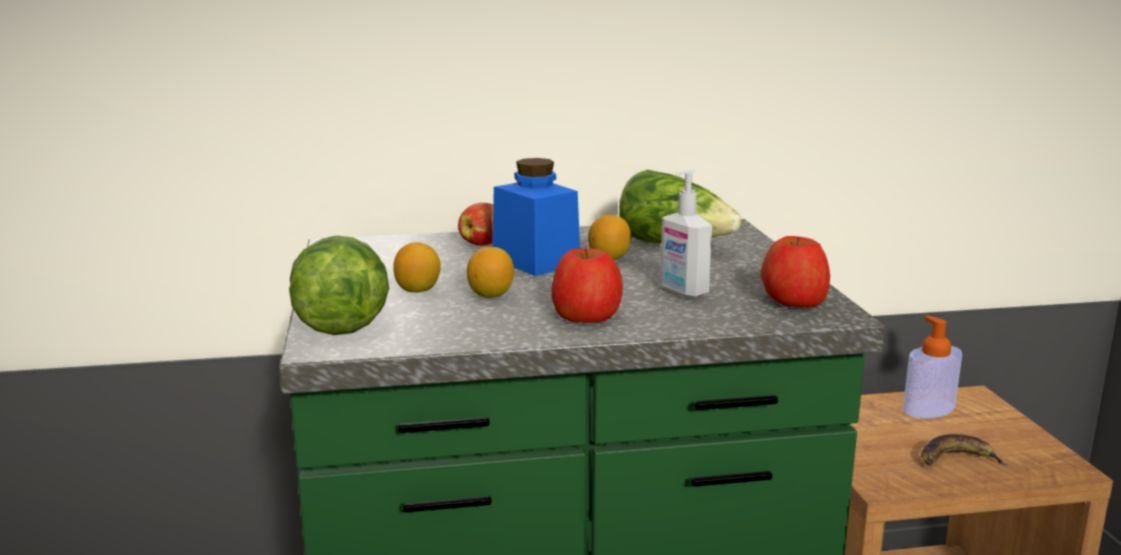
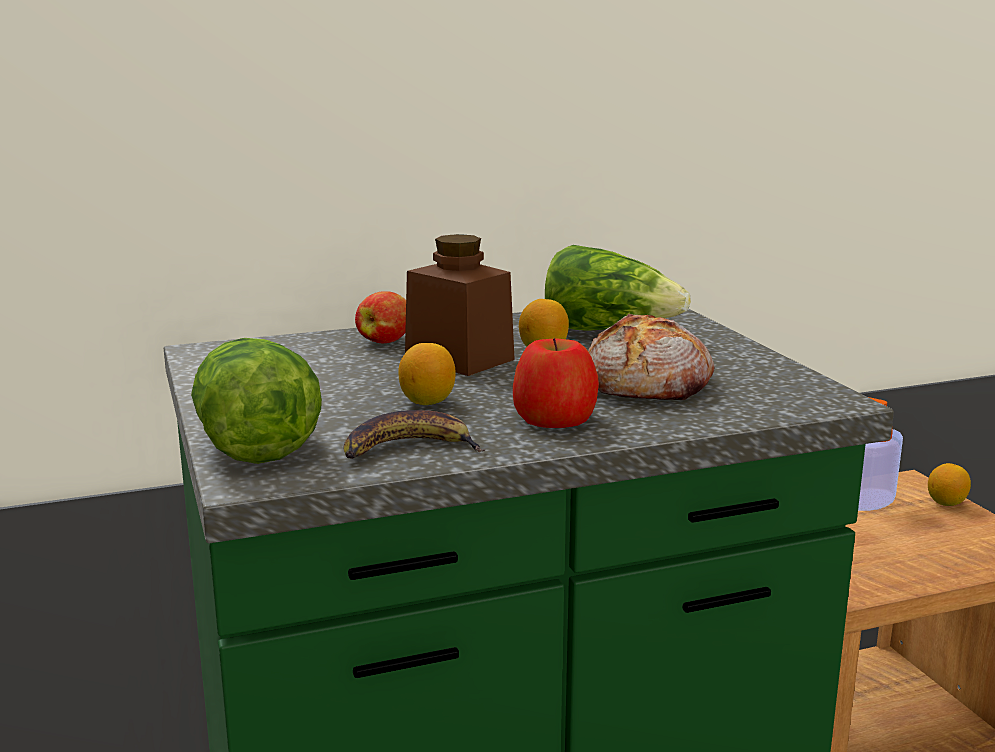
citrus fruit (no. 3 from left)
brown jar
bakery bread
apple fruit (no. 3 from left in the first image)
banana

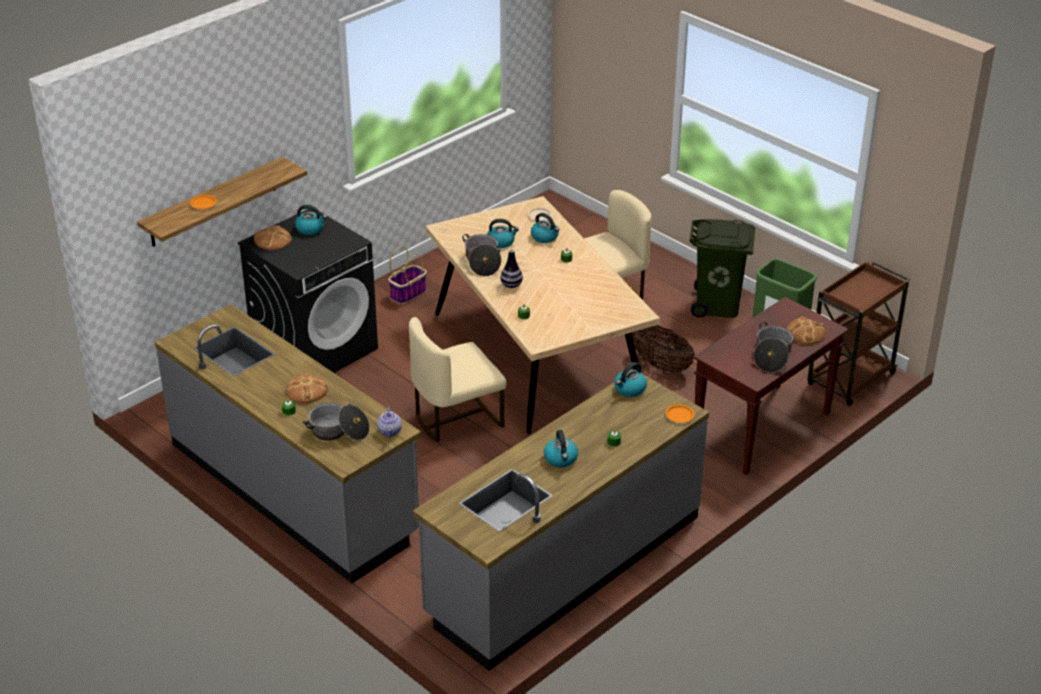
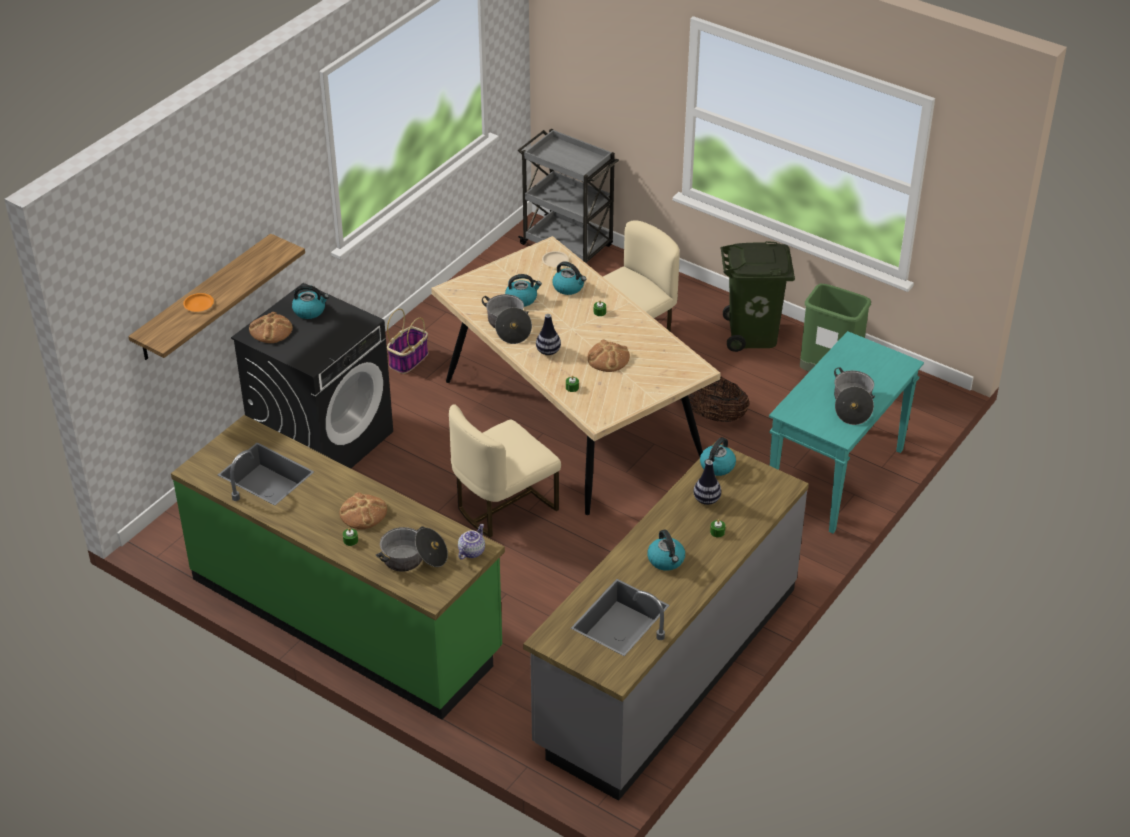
green-coloured kitchen base unit
pot for tea
orange dinner plate (no. 2 from left in the first image)
blue-green console table
bakery bread (no. 3 from left)
brown cart
grey cart
decorative vase (no. 2 from left)

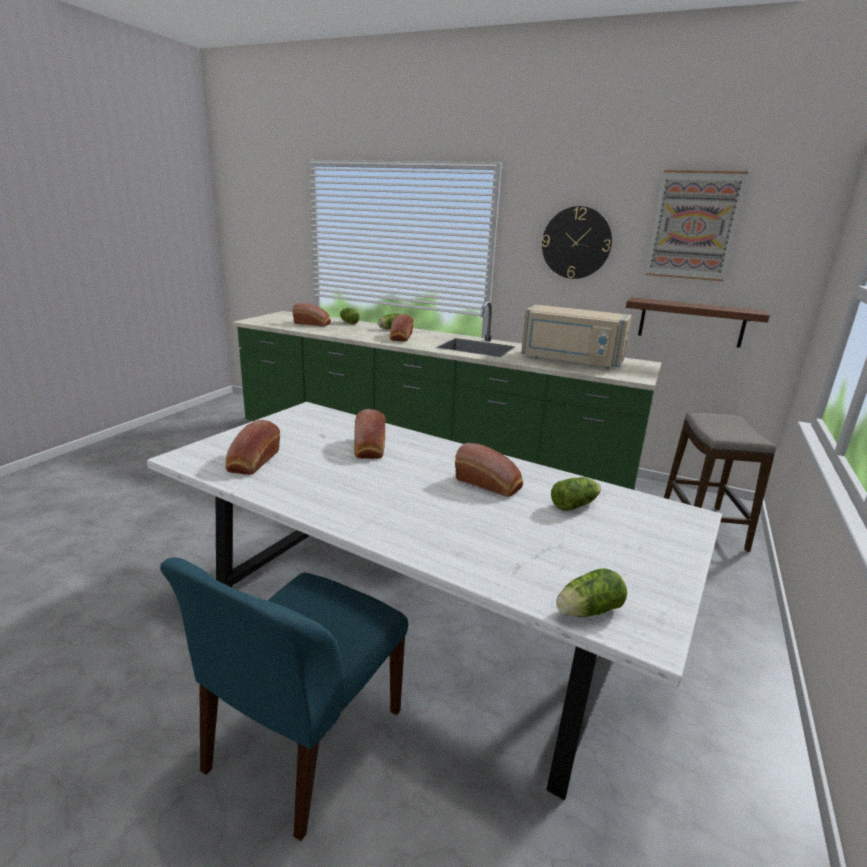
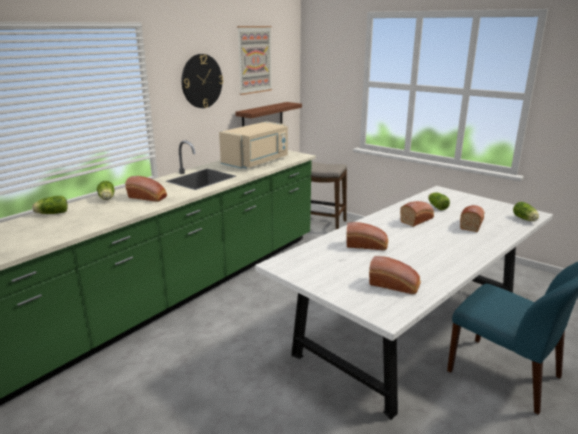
bakery bread (no. 5 from left)

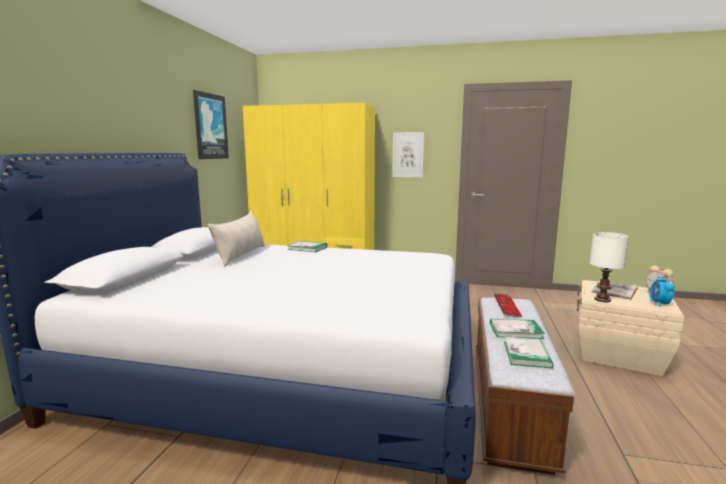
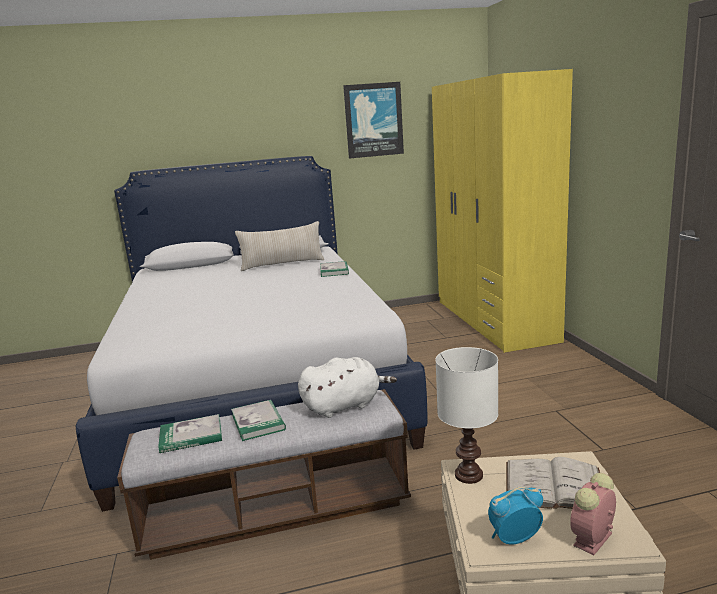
wall art (no. 2 from left in the first image)
white cuddly toy

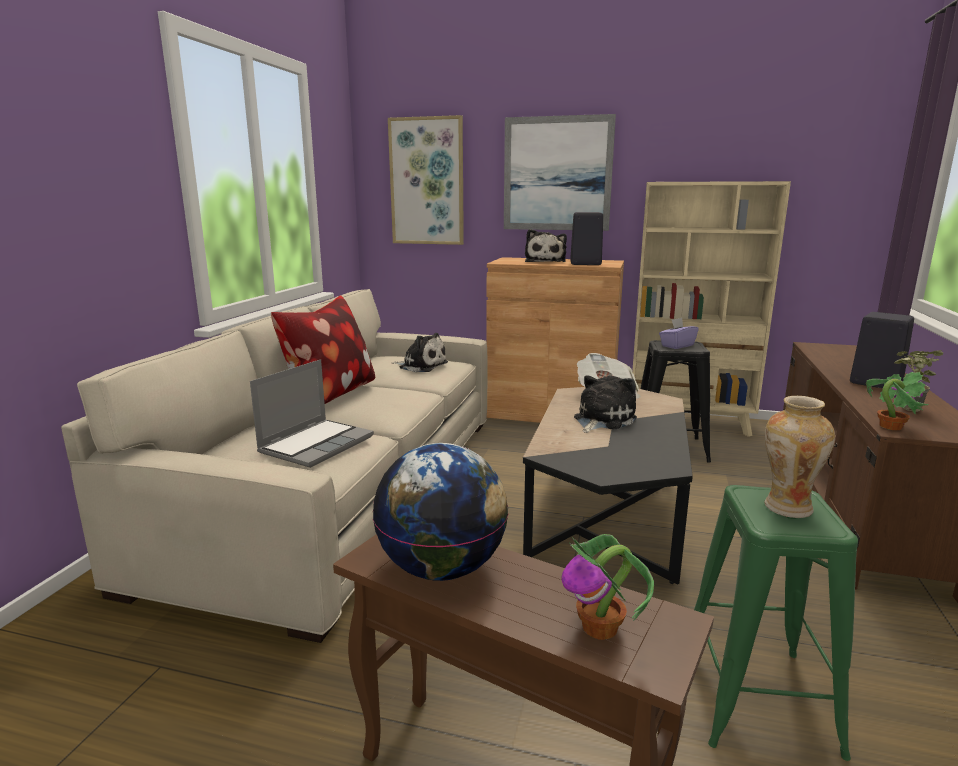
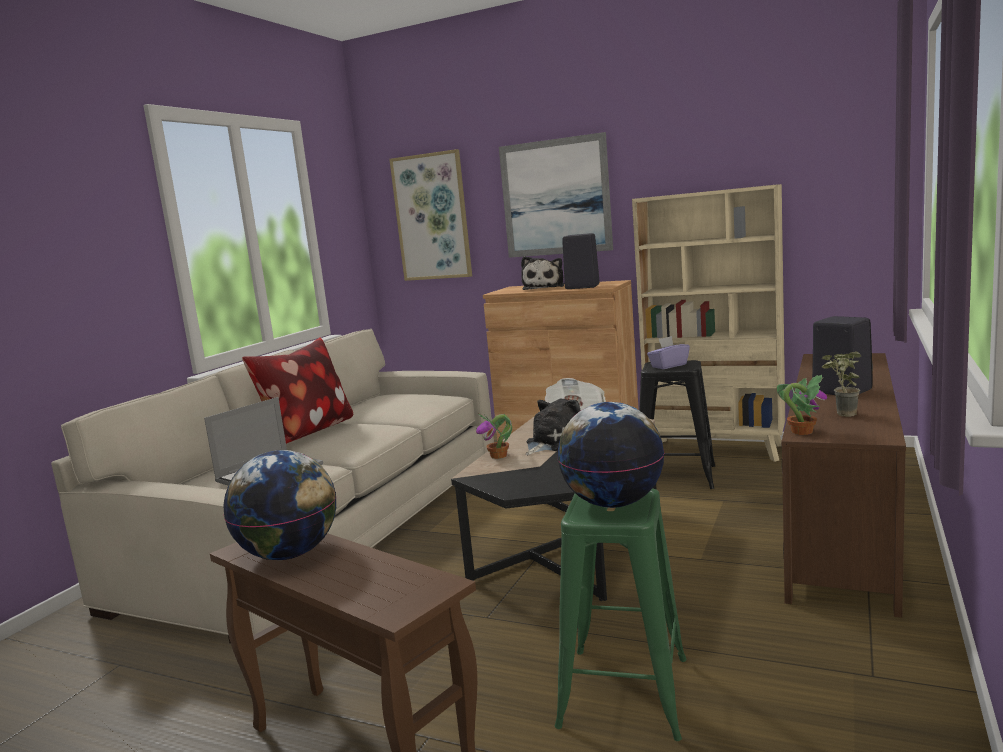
cuddly toy (no. 1 from left in the first image)
potted plant (no. 1 from left)
desk globe (no. 2 from left)

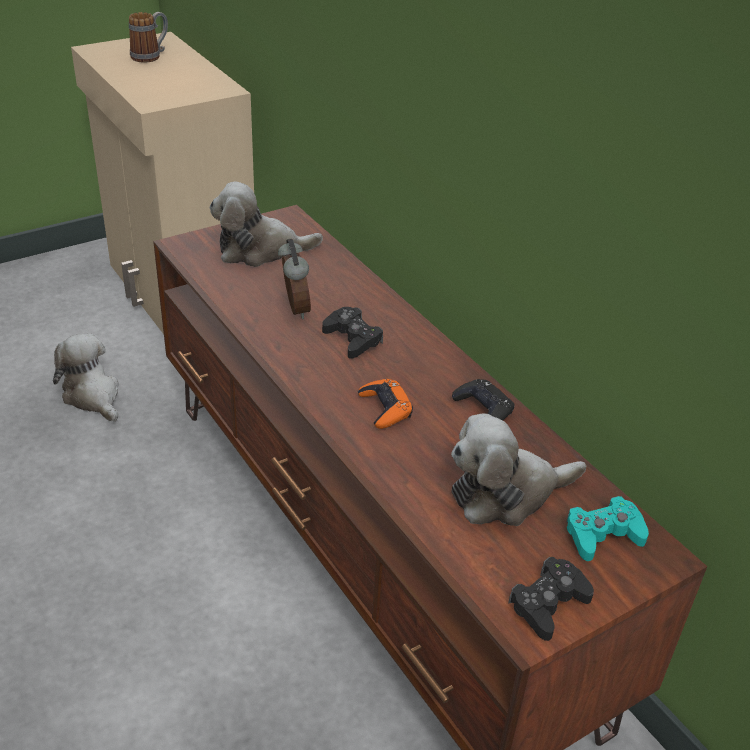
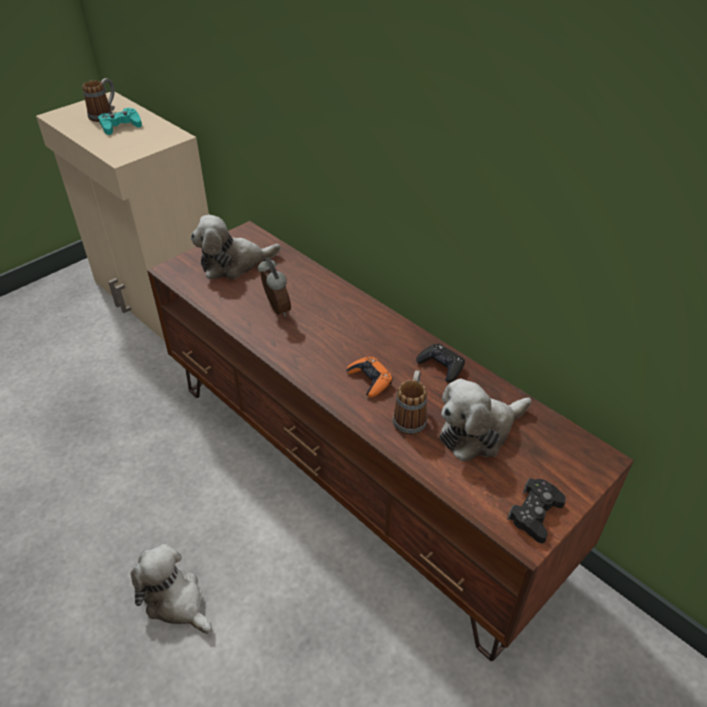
cuddly toy (no. 1 from left)
black-coloured gamepad (no. 1 from left in the first image)
blue-green gamepad
tea mug (no. 2 from left)

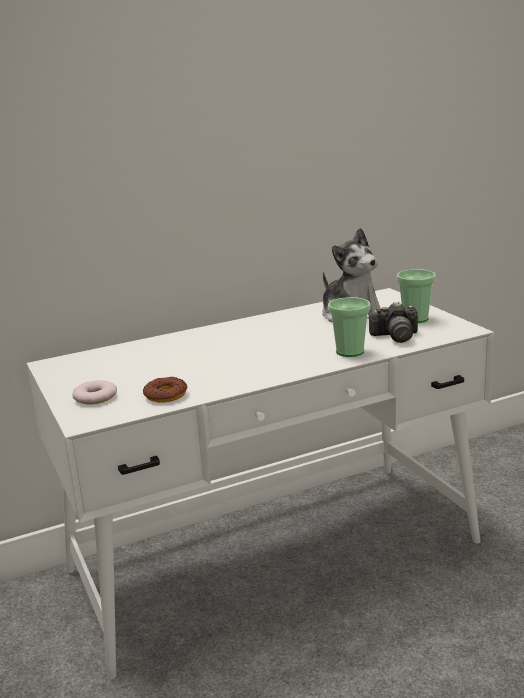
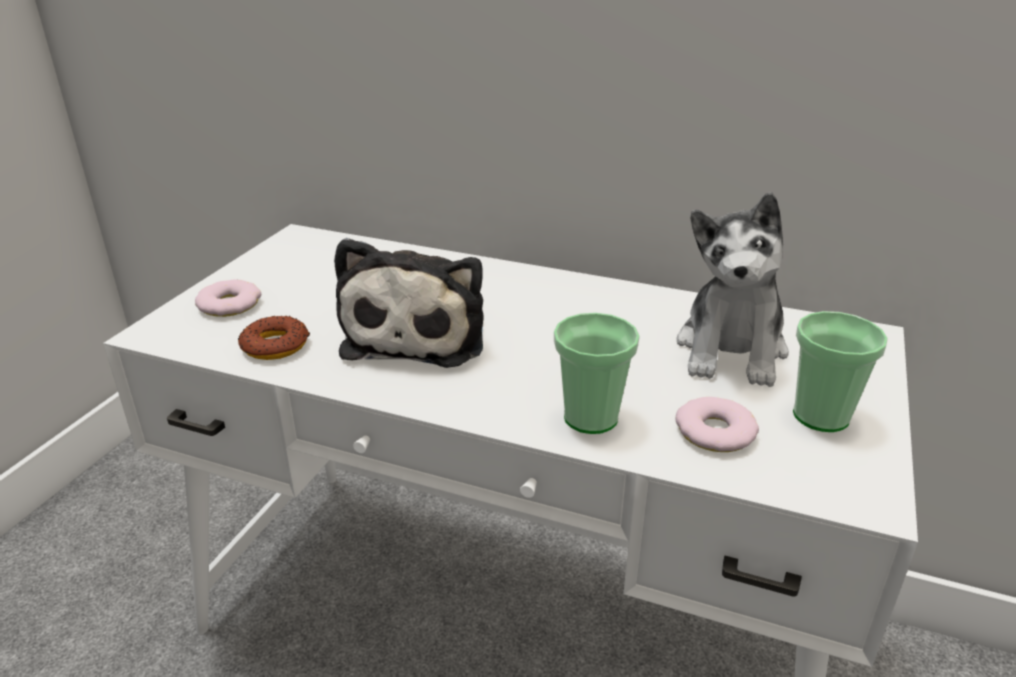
doughnut (no. 3 from left)
cuddly toy (no. 1 from left)

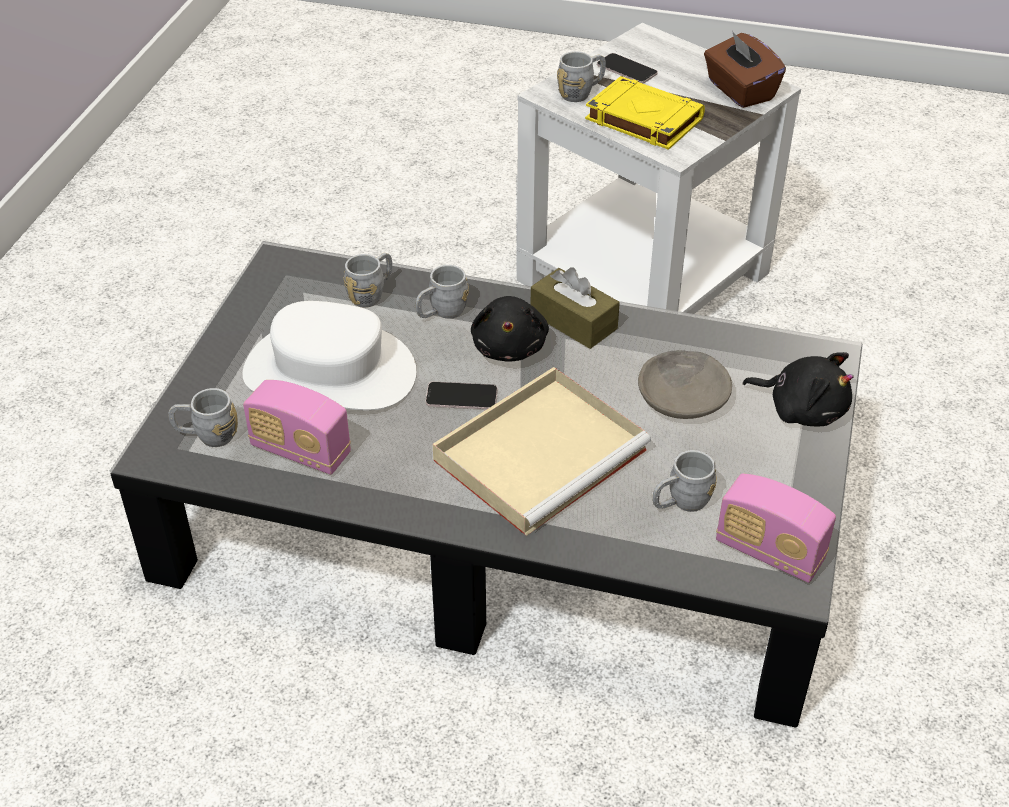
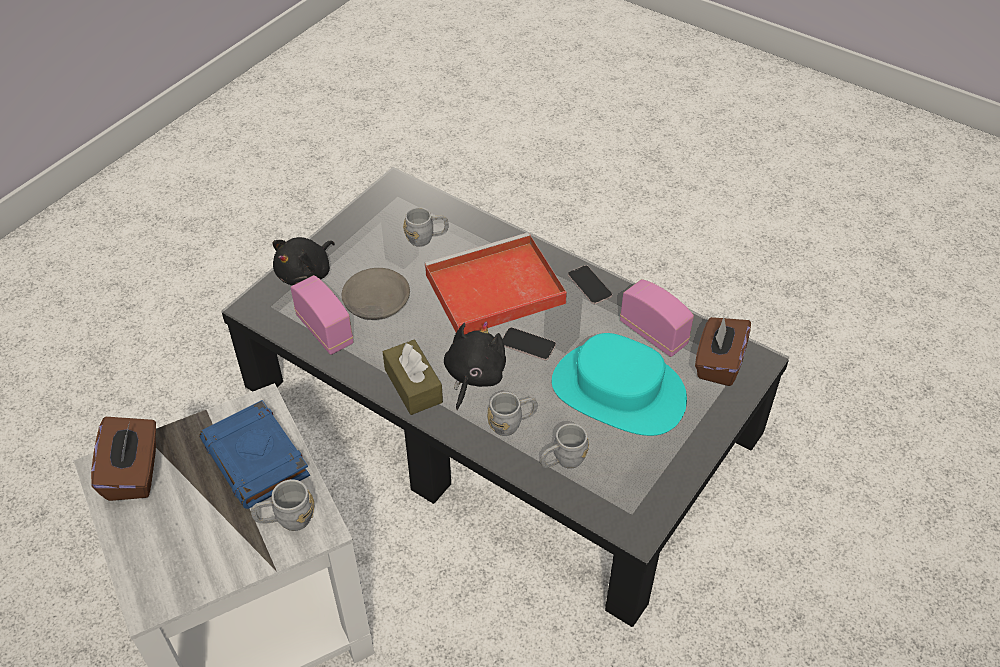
brown tissue holder (no. 3 from left)
blue-green wearable hat
red-coloured serving tray
bluish volume
handset (no. 2 from left)
radio (no. 1 from left)
black-coloured cuddly toy (no. 1 from left)

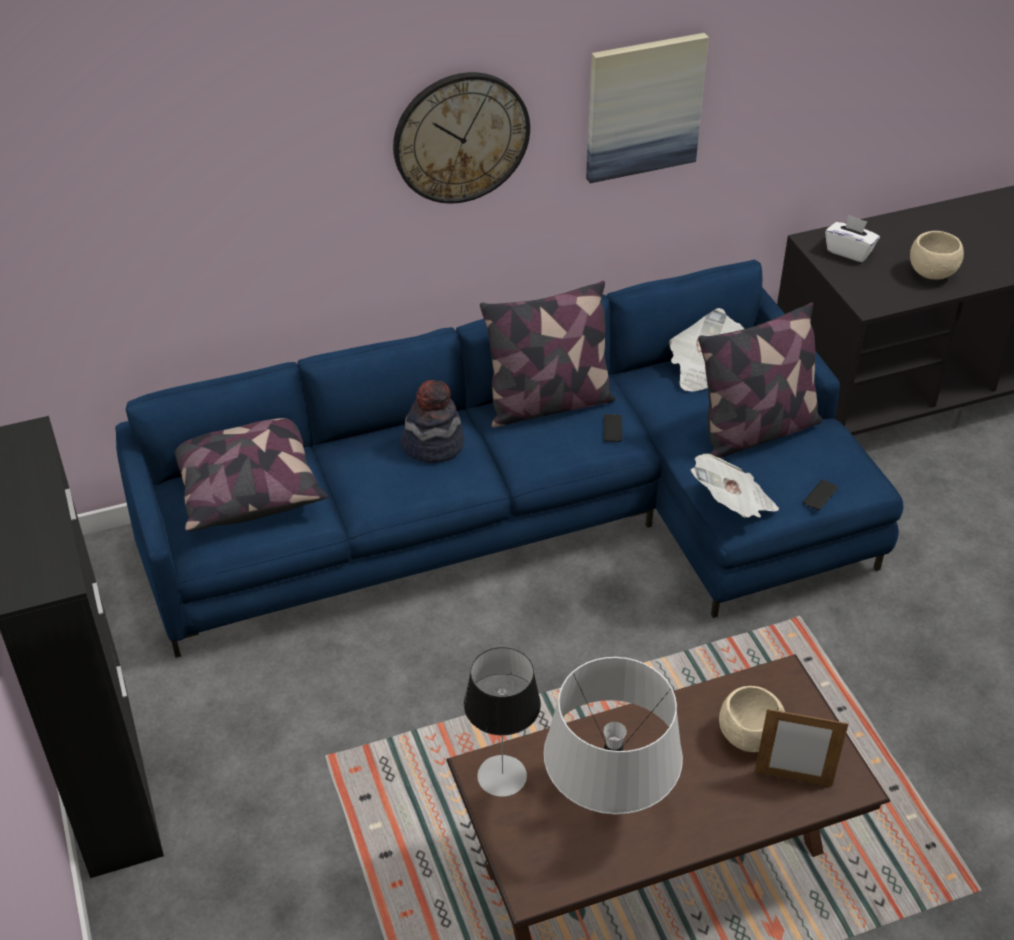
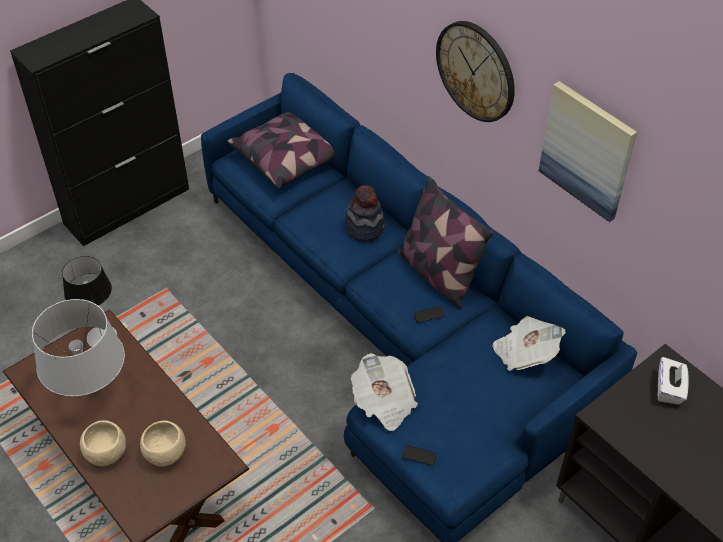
throw pillow (no. 3 from left in the first image)
picture frame
sand-coloured bowl (no. 1 from left)

